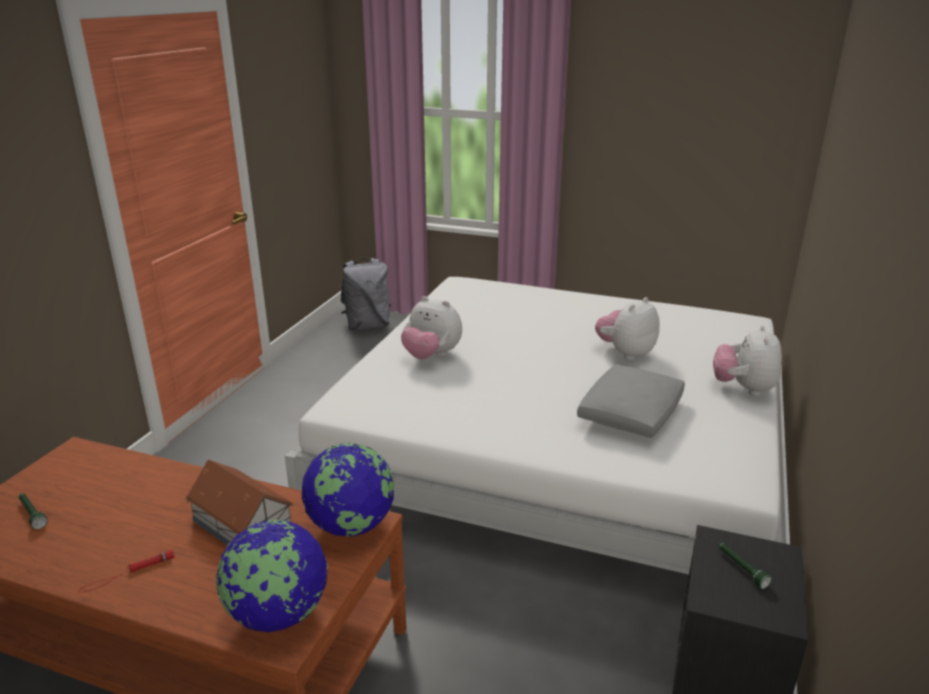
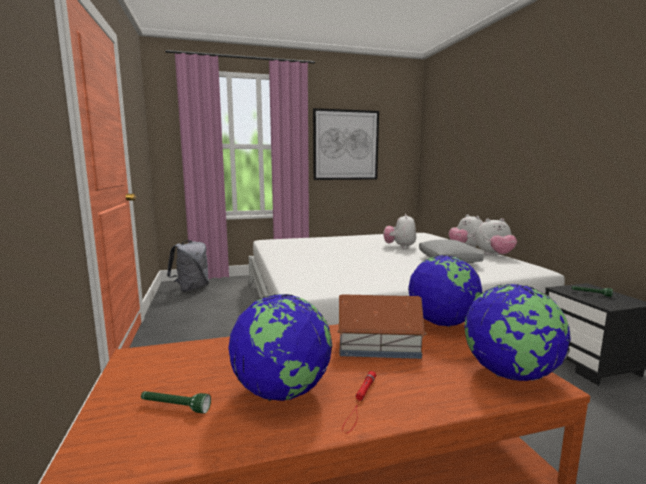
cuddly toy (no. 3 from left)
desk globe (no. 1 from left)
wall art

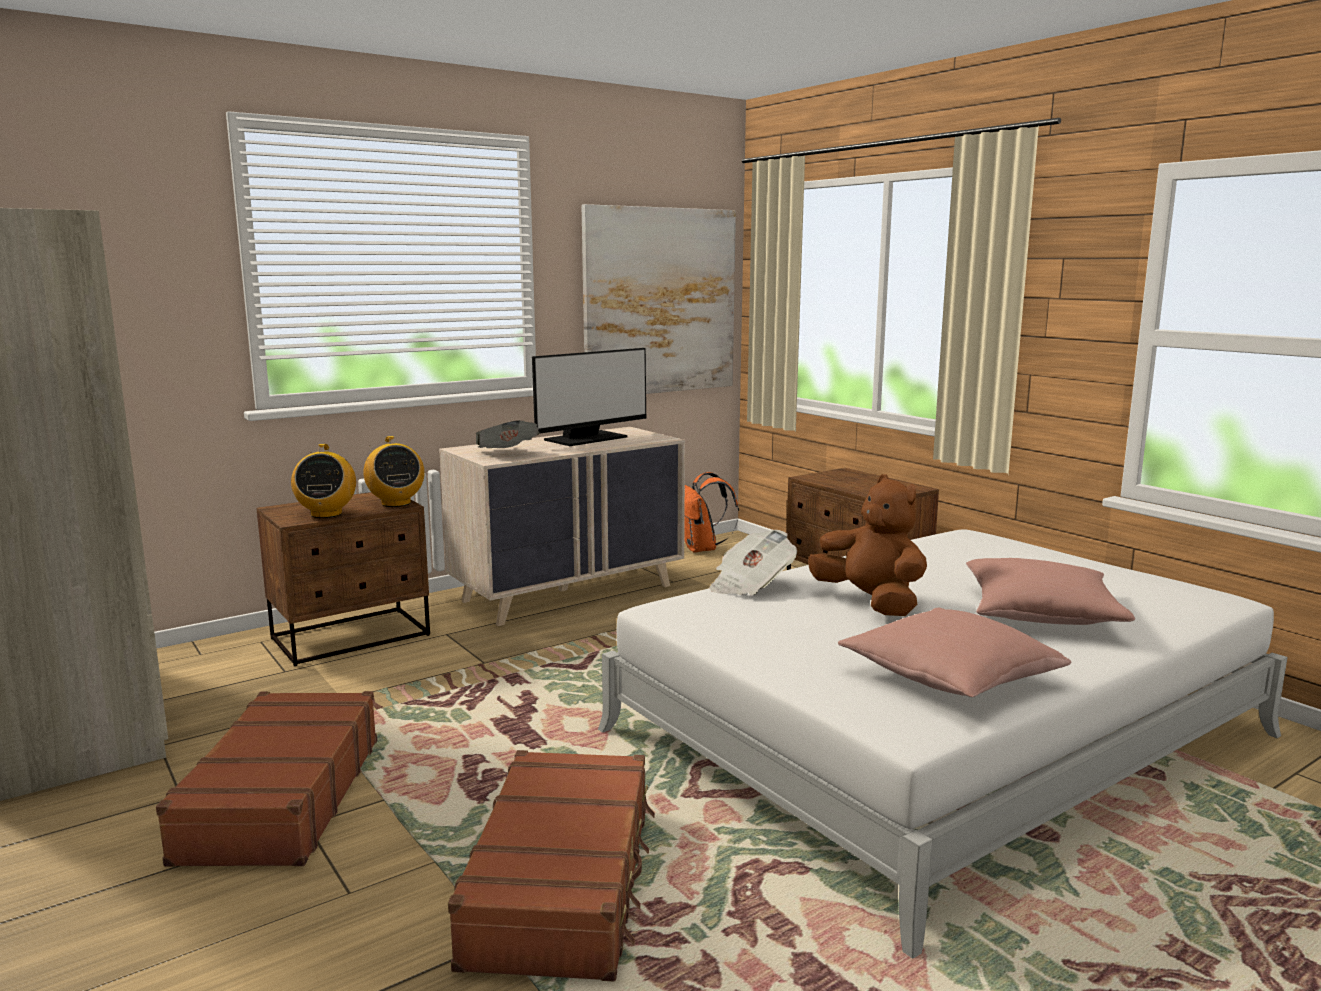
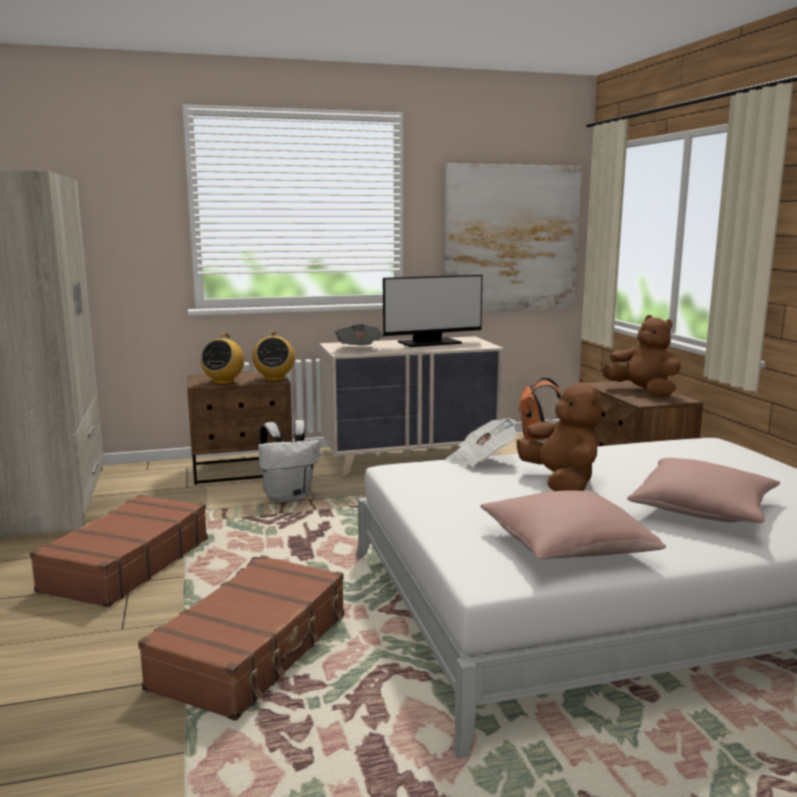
white knapsack
brown cuddly toy (no. 2 from left)

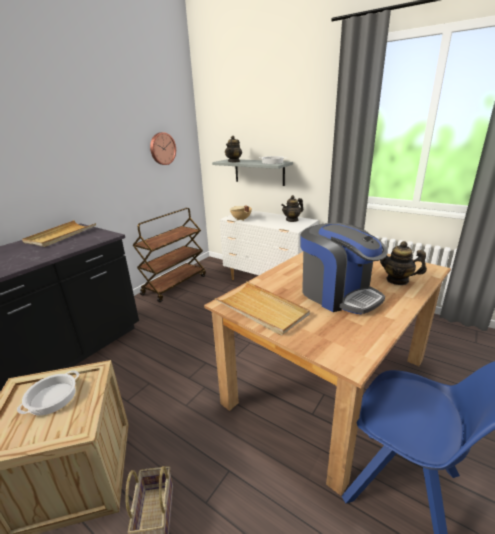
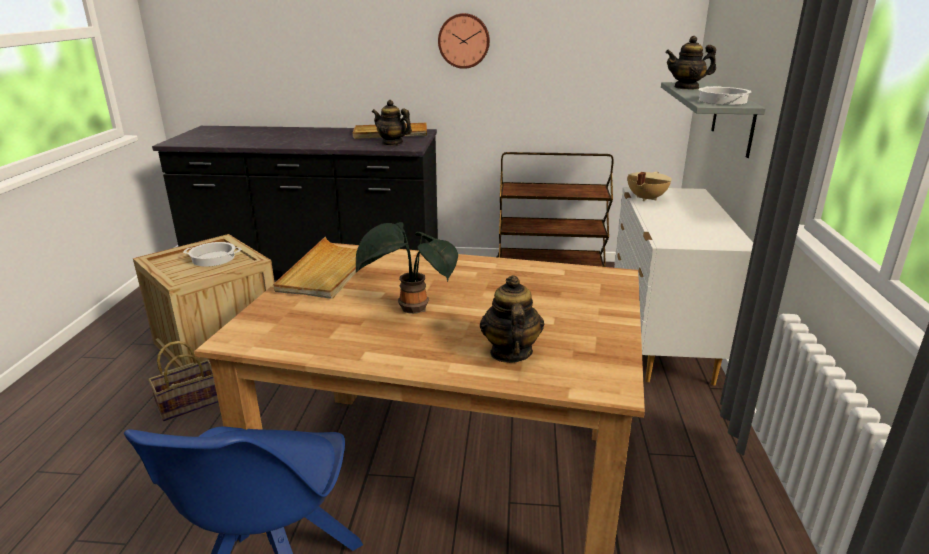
clock on the wall
pot for tea (no. 1 from left)
potted plant

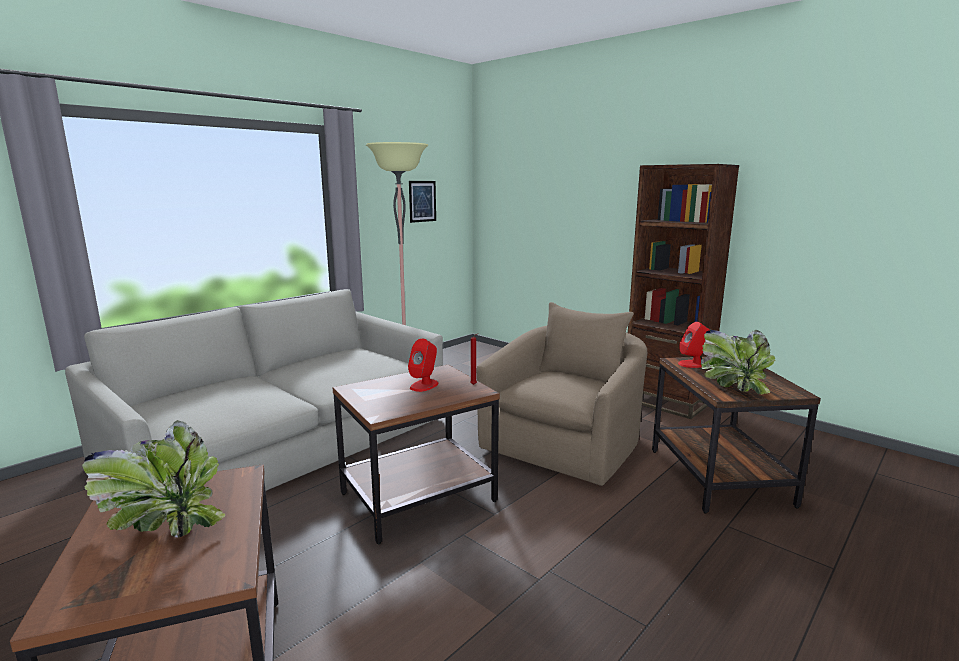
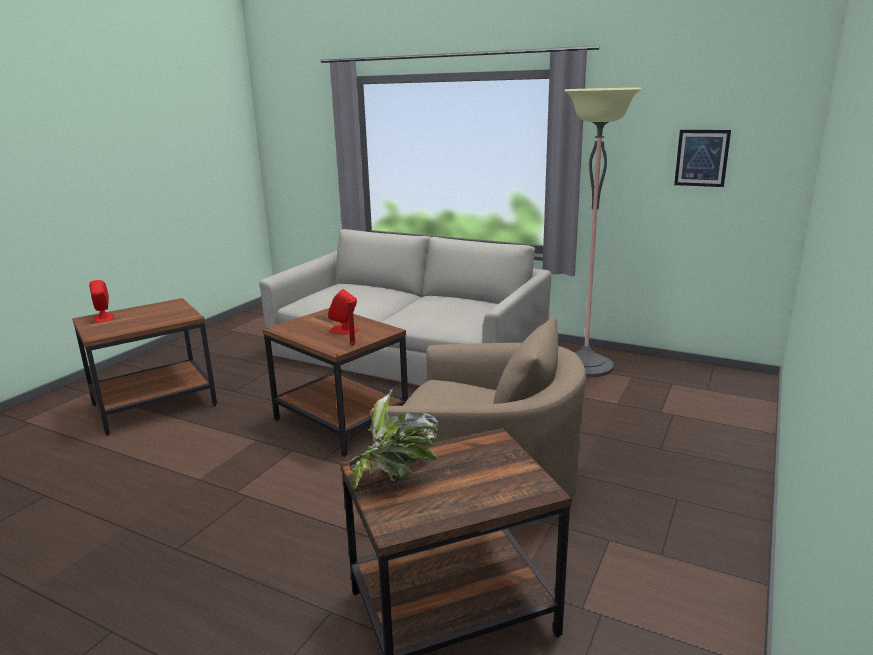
potted plant (no. 1 from left in the first image)
brown bookcase
red-coloured loudspeaker (no. 1 from left)

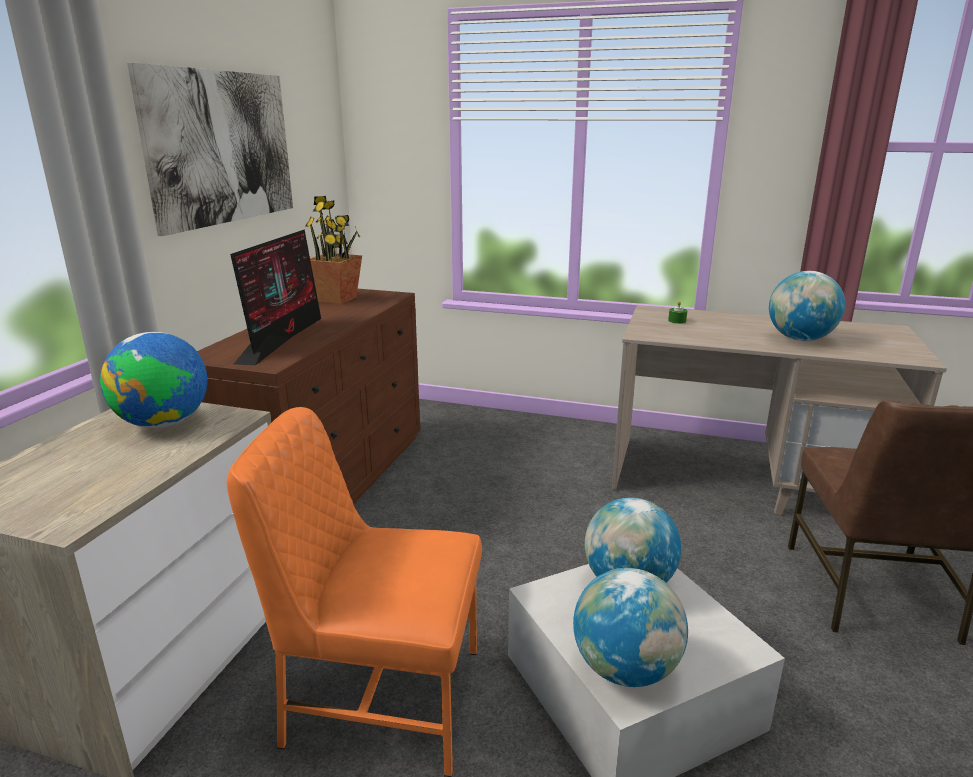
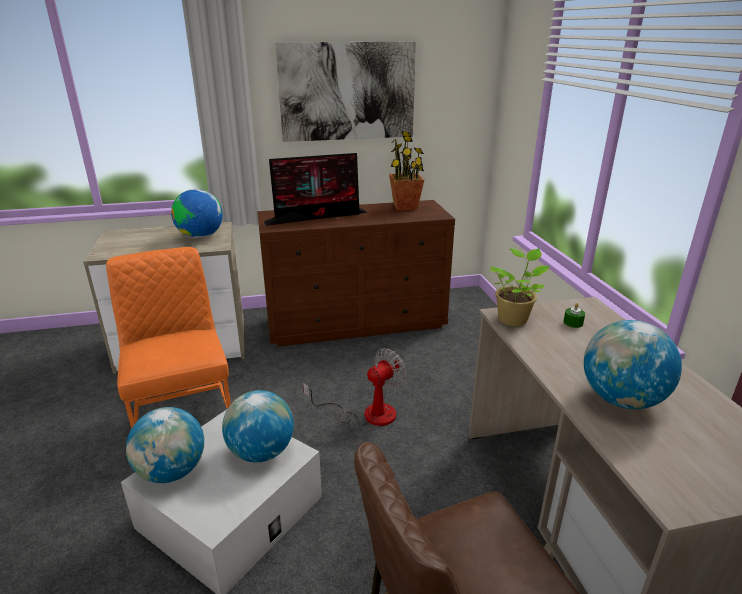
electric fan
potted plant (no. 2 from left)

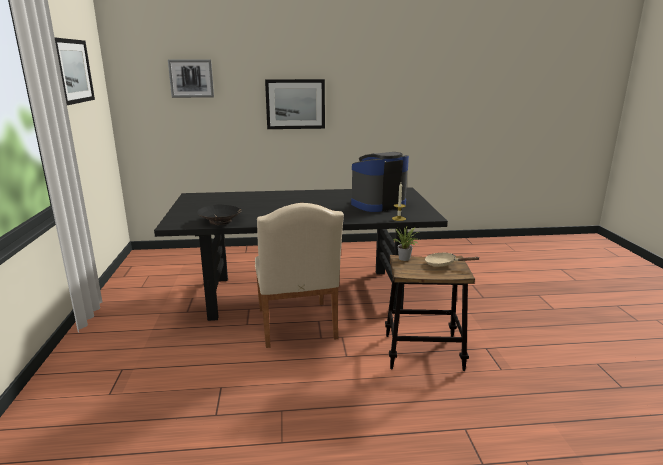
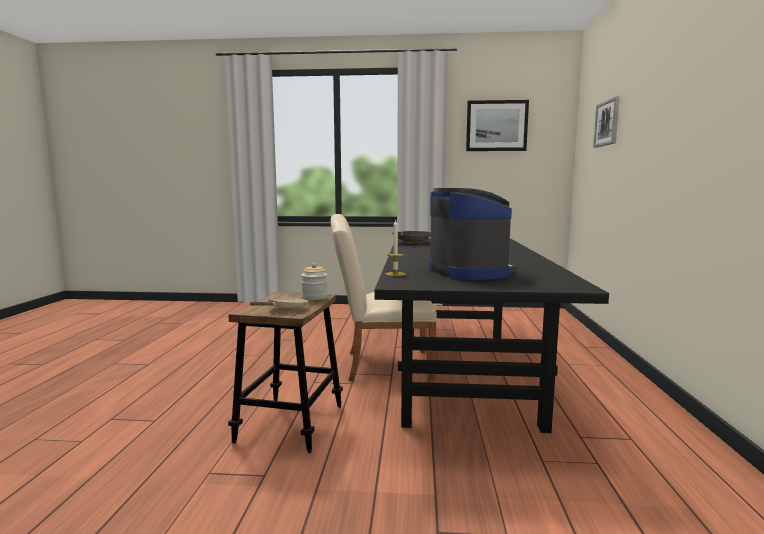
wall art (no. 3 from left in the first image)
jar

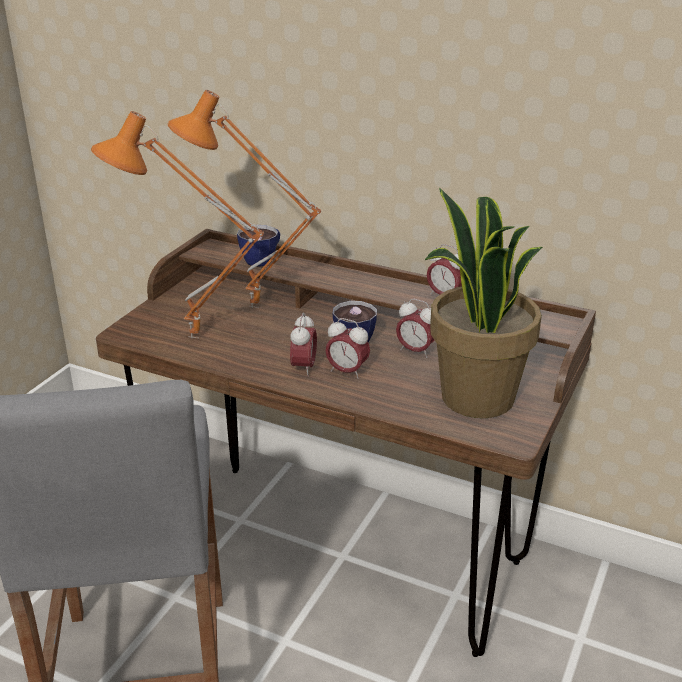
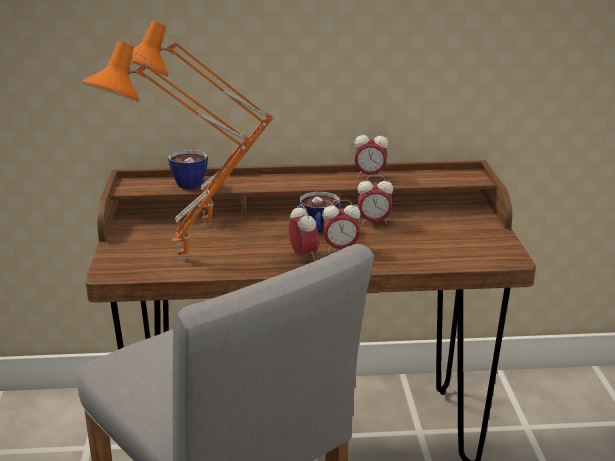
potted plant

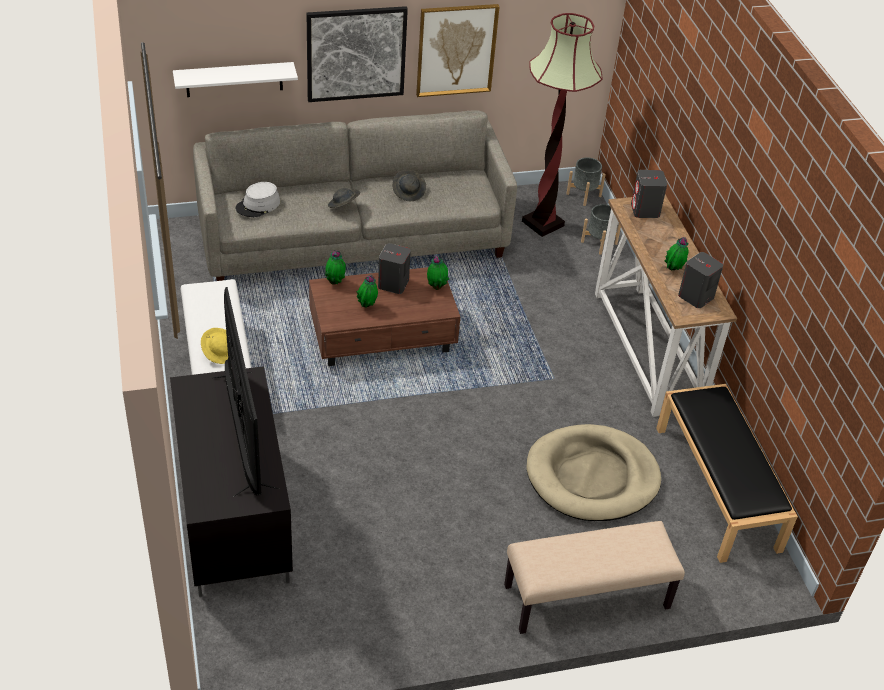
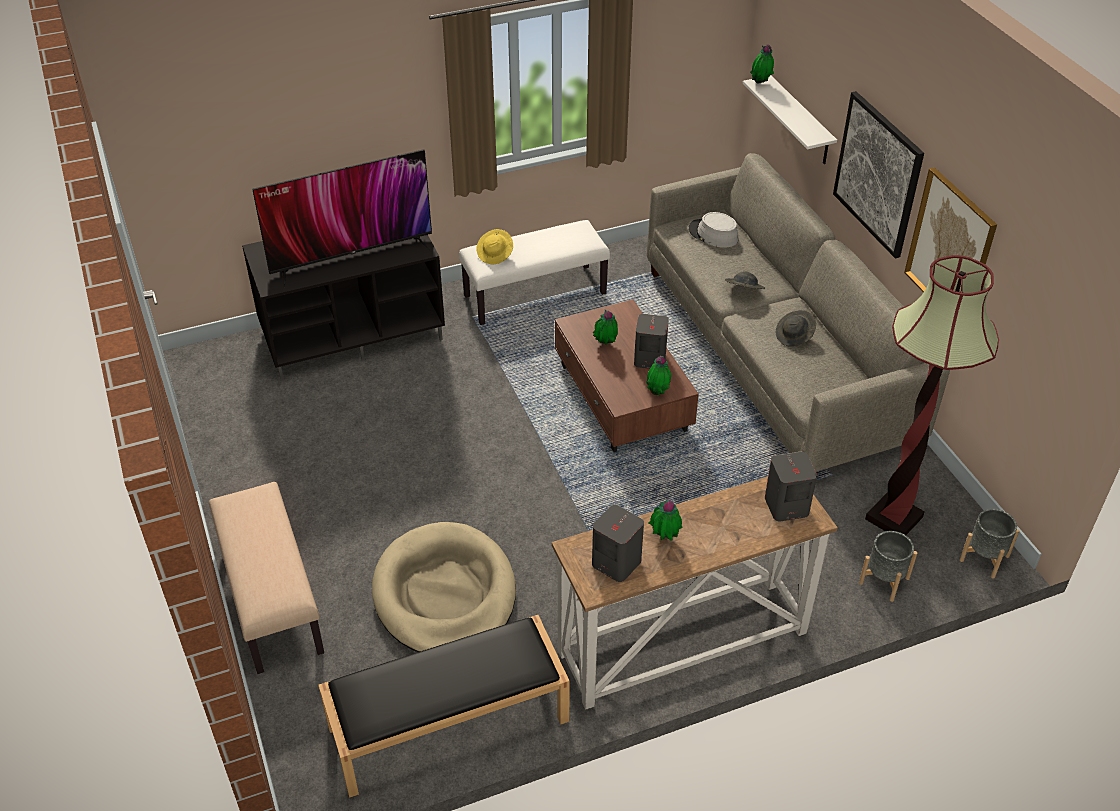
potted plant (no. 4 from left)

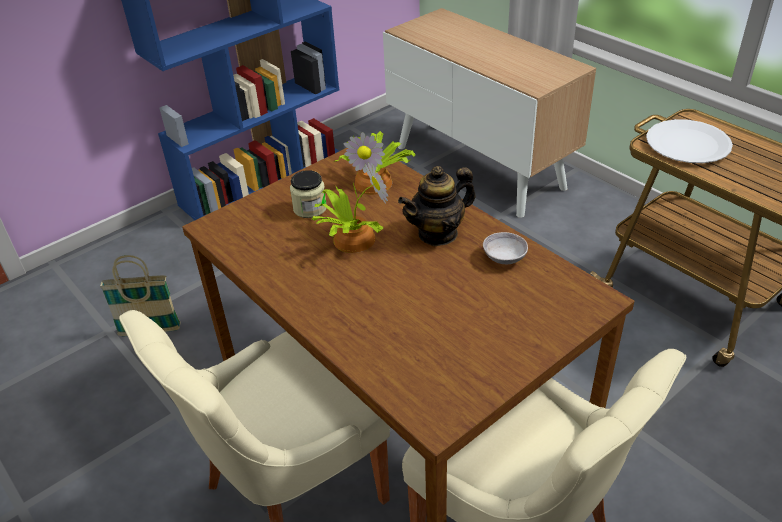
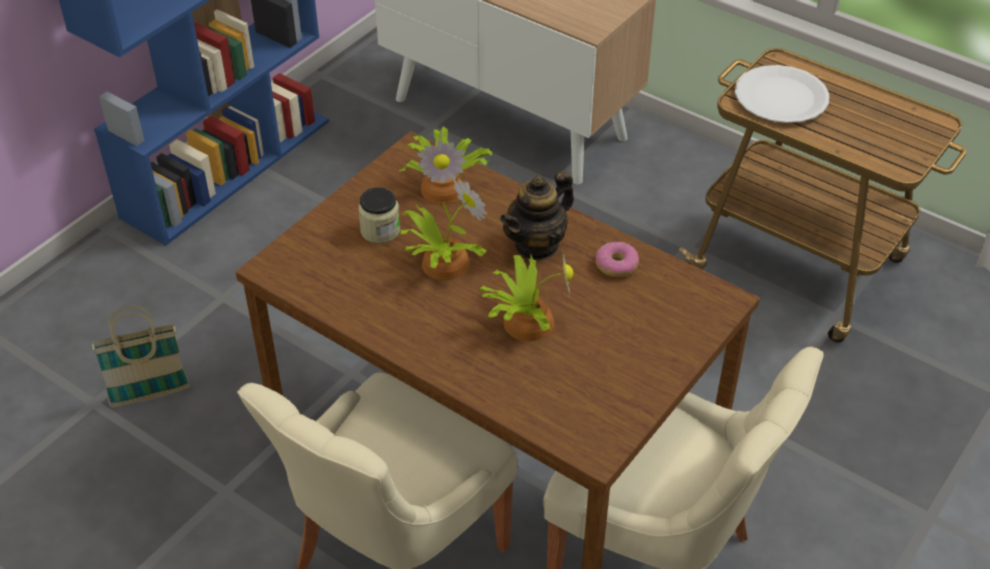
doughnut
potted plant (no. 3 from left)

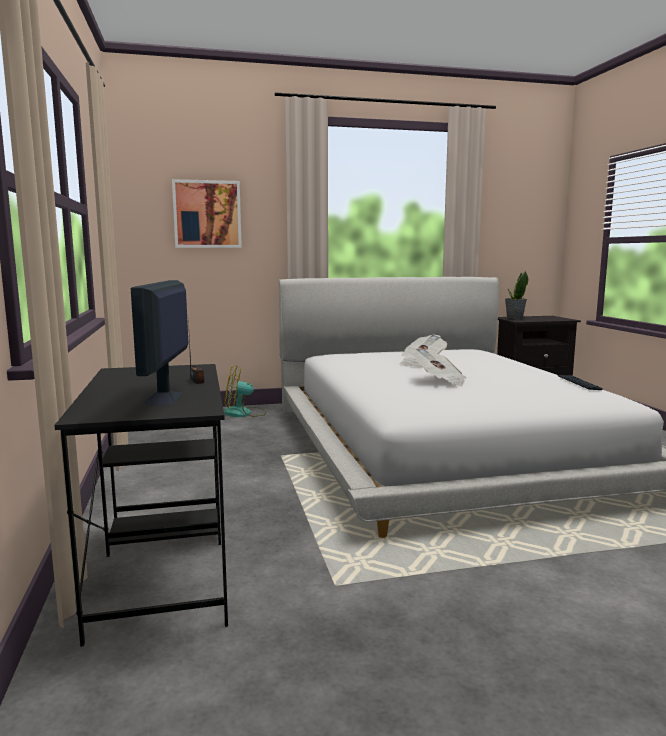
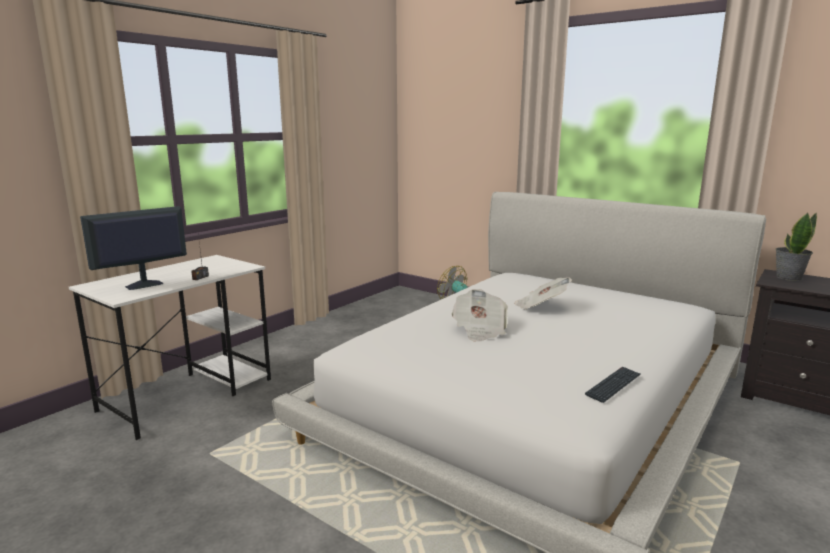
white desk table
wall art

